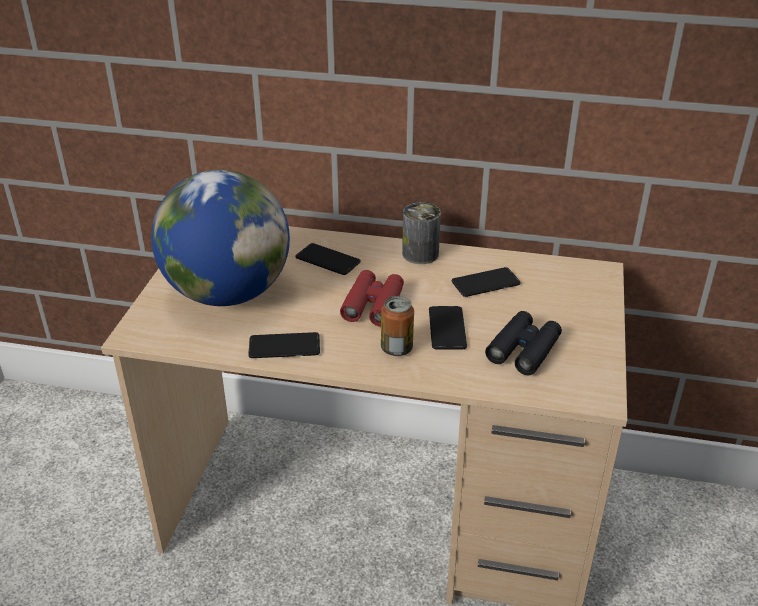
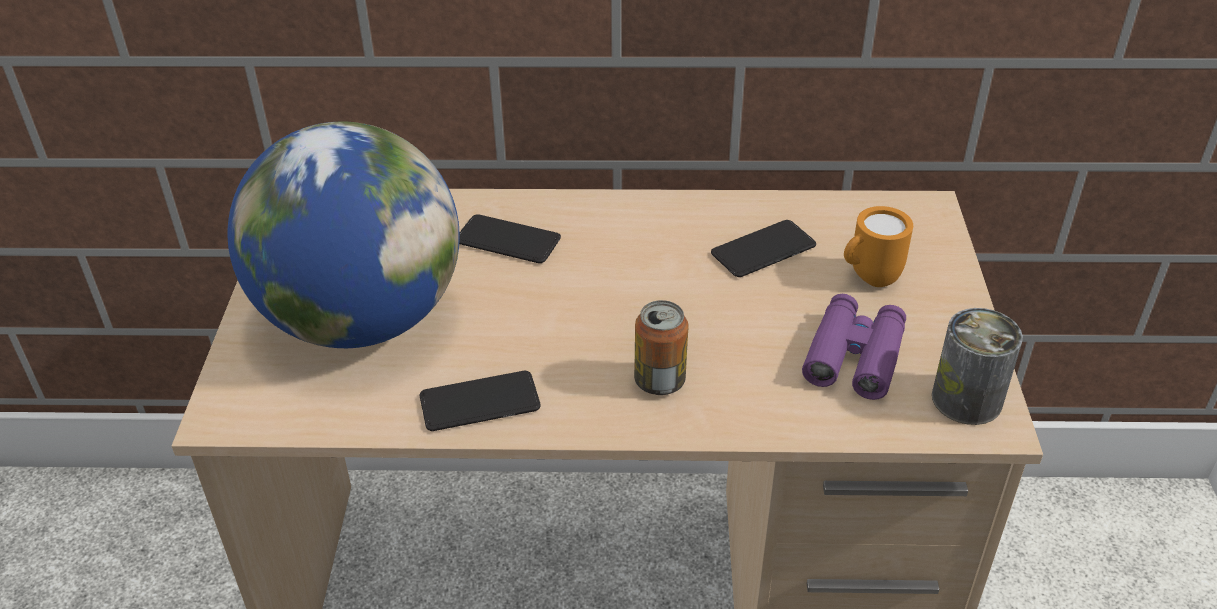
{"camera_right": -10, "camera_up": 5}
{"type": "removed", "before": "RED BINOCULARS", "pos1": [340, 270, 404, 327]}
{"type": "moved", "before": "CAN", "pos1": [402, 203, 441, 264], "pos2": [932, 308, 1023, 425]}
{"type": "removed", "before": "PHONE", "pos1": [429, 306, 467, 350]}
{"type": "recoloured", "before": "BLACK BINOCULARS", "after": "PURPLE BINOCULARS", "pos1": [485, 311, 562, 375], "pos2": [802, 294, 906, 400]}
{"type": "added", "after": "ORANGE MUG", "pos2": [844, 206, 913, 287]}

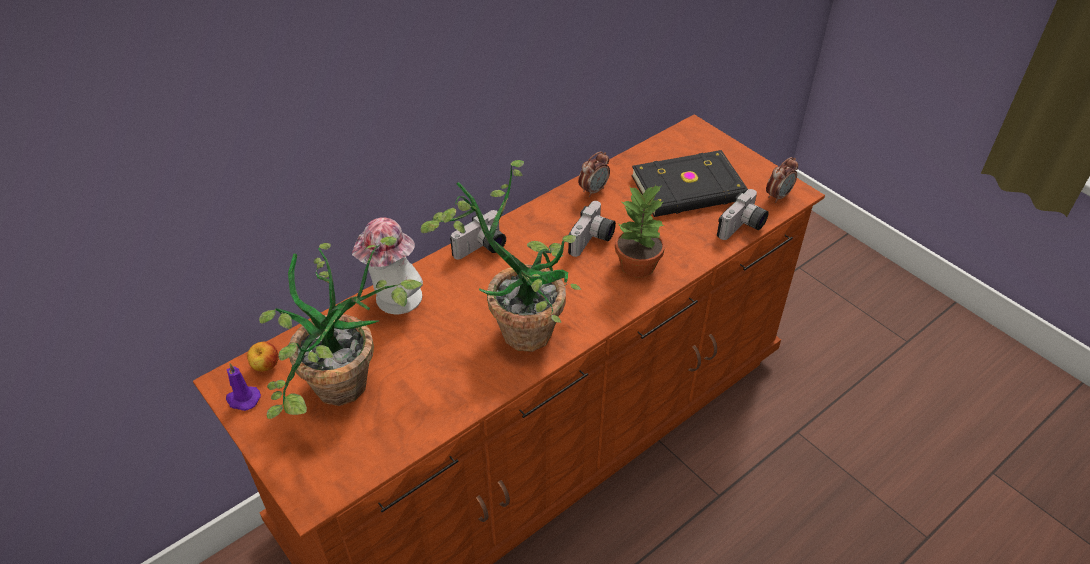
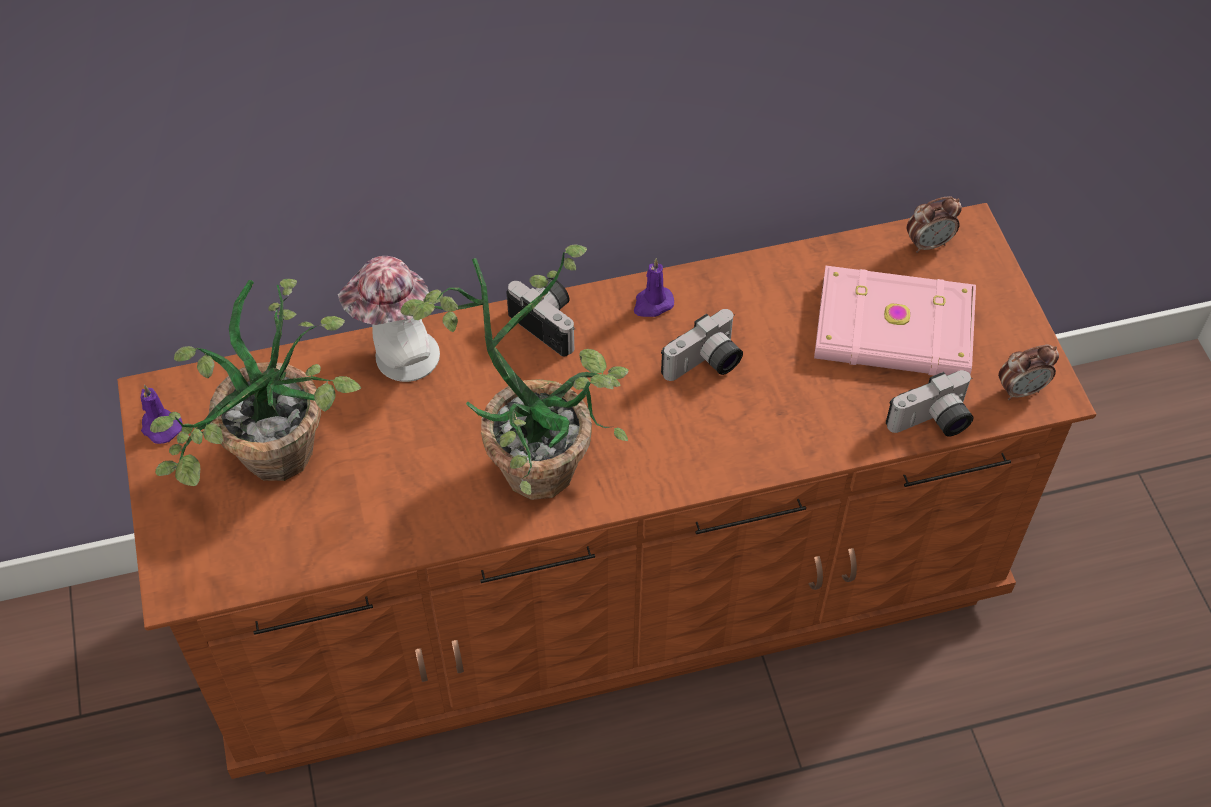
{"camera_right": 25, "camera_up": 10}
{"type": "removed", "before": "APPLE", "pos1": [247, 342, 279, 371]}
{"type": "turned", "before": "PHOTO CAMERA", "pos1": [450, 210, 506, 260], "pos2": [507, 278, 575, 356], "turn": -120}
{"type": "moved", "before": "ALARM CLOCK", "pos1": [578, 151, 610, 197], "pos2": [906, 196, 962, 253]}
{"type": "removed", "before": "POTTED PLANT", "pos1": [615, 185, 665, 278]}
{"type": "recoloured", "before": "BLACK BOOK", "after": "PINK BOOK", "pos1": [631, 150, 748, 217], "pos2": [814, 266, 976, 376]}
{"type": "added", "after": "PURPLE CANDLE", "pos2": [634, 258, 674, 317]}

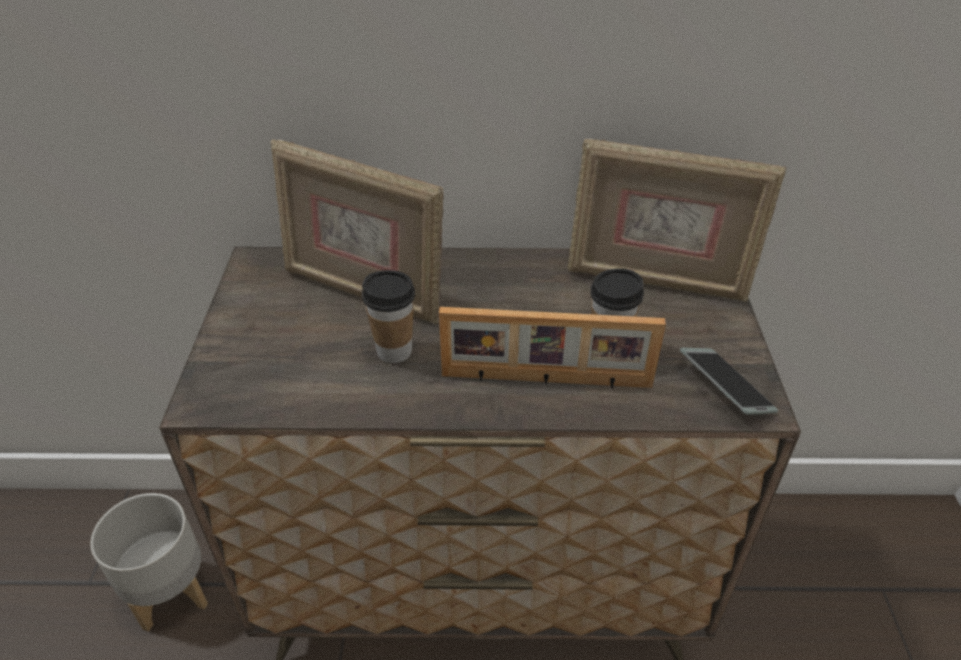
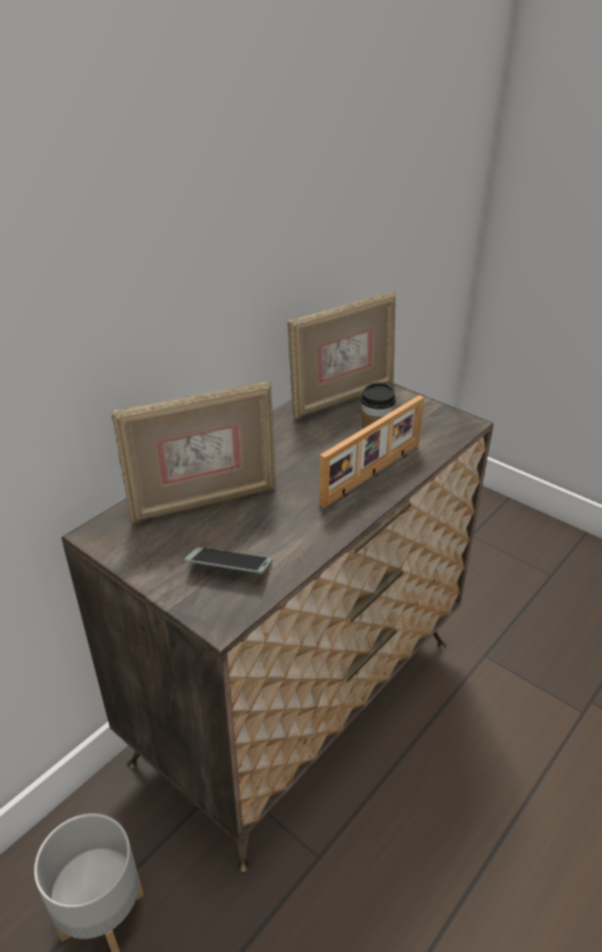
{"camera_right": -50, "camera_up": -5}
{"type": "removed", "before": "CUP", "pos1": [362, 270, 415, 363]}
{"type": "moved", "before": "PHONE", "pos1": [680, 348, 778, 415], "pos2": [184, 547, 272, 574]}

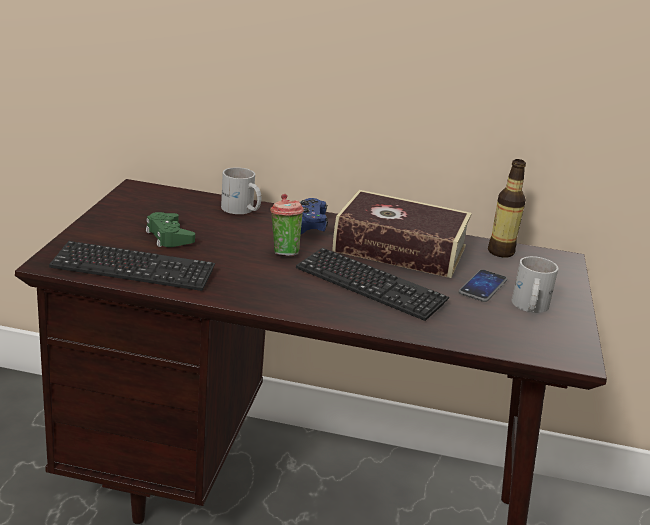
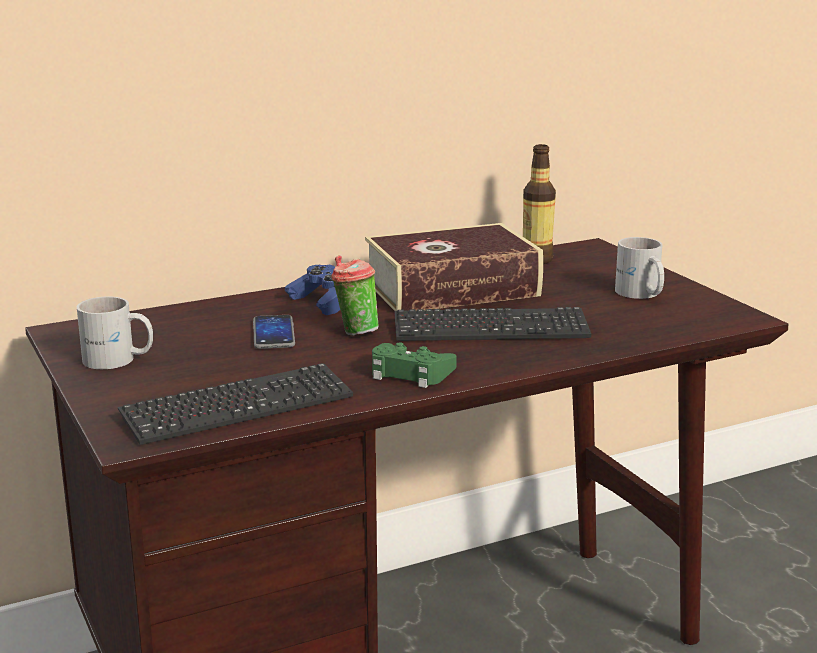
{"camera_right": -35, "camera_up": -5}
{"type": "moved", "before": "GREEN GAME CONTROLLER", "pos1": [146, 212, 195, 247], "pos2": [372, 342, 457, 388]}
{"type": "moved", "before": "WHITE MUG", "pos1": [221, 167, 262, 214], "pos2": [77, 296, 153, 369]}
{"type": "moved", "before": "PHONE", "pos1": [459, 269, 507, 302], "pos2": [253, 315, 295, 349]}

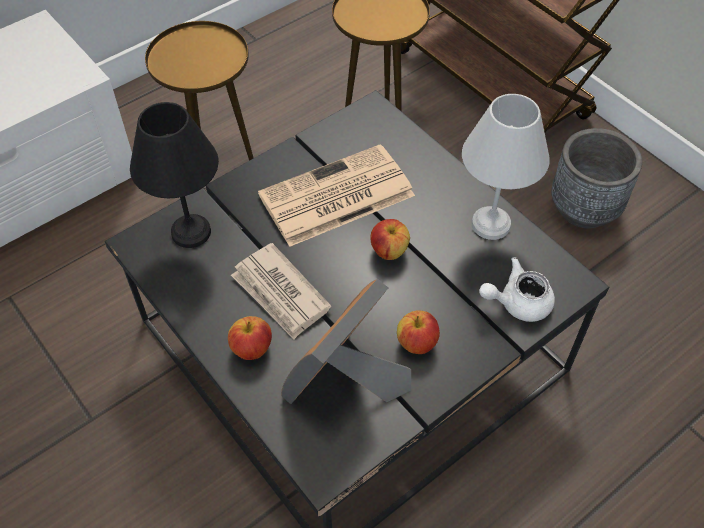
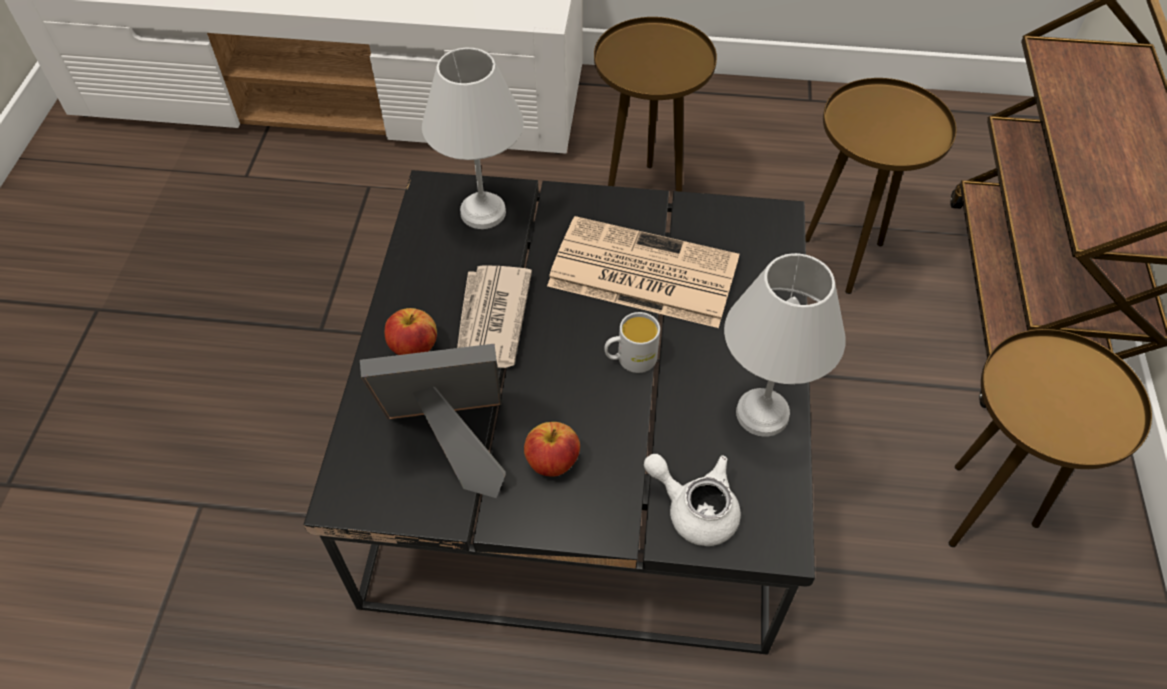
{"camera_right": 45, "camera_up": 0}
{"type": "recoloured", "before": "BLACK TABLE LAMP", "after": "WHITE TABLE LAMP", "pos1": [130, 102, 219, 248], "pos2": [422, 48, 524, 229]}
{"type": "replaced", "before": "APPLE", "after": "WHITE MUG", "pos1": [370, 219, 410, 260], "pos2": [604, 312, 660, 373]}
{"type": "replaced", "before": "GREY PLANTER", "after": "BROWN SIDE TABLE", "pos1": [551, 128, 642, 229], "pos2": [949, 329, 1152, 547]}

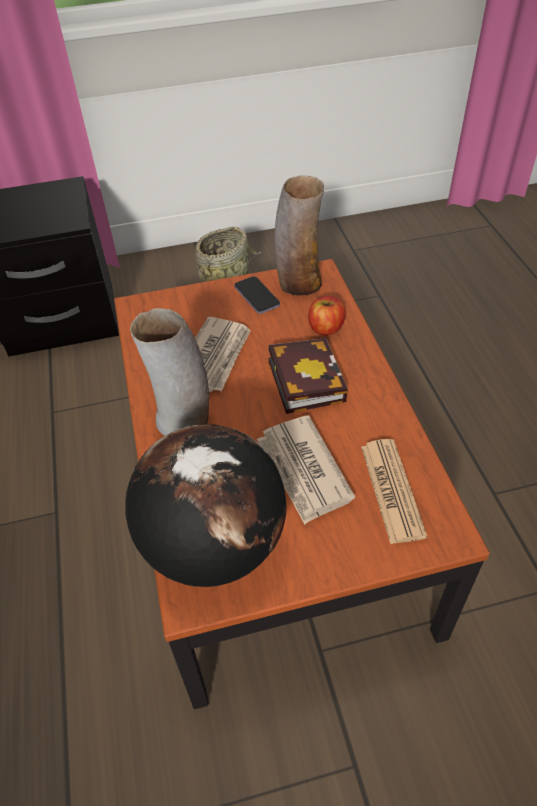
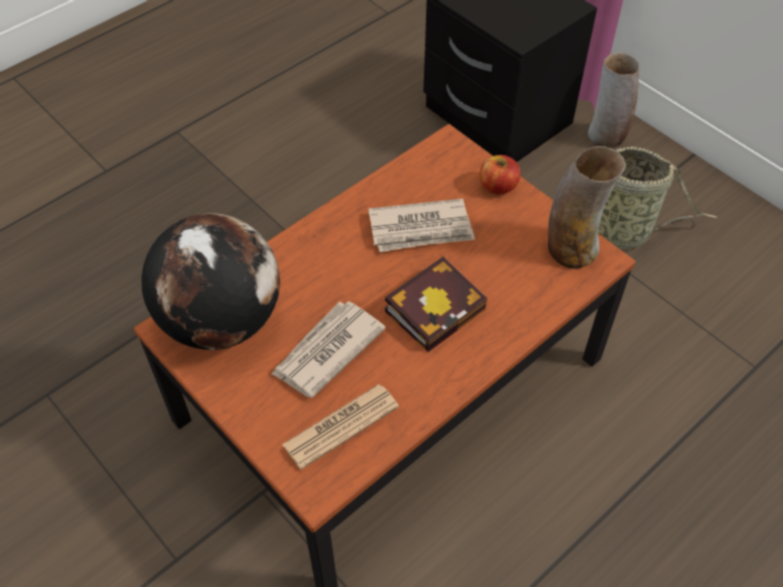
{"camera_right": 60, "camera_up": 5}
{"type": "moved", "before": "VASE", "pos1": [130, 308, 209, 436], "pos2": [588, 53, 639, 148]}
{"type": "removed", "before": "PHONE", "pos1": [234, 276, 280, 314]}
{"type": "moved", "before": "APPLE", "pos1": [308, 296, 346, 336], "pos2": [480, 155, 520, 194]}

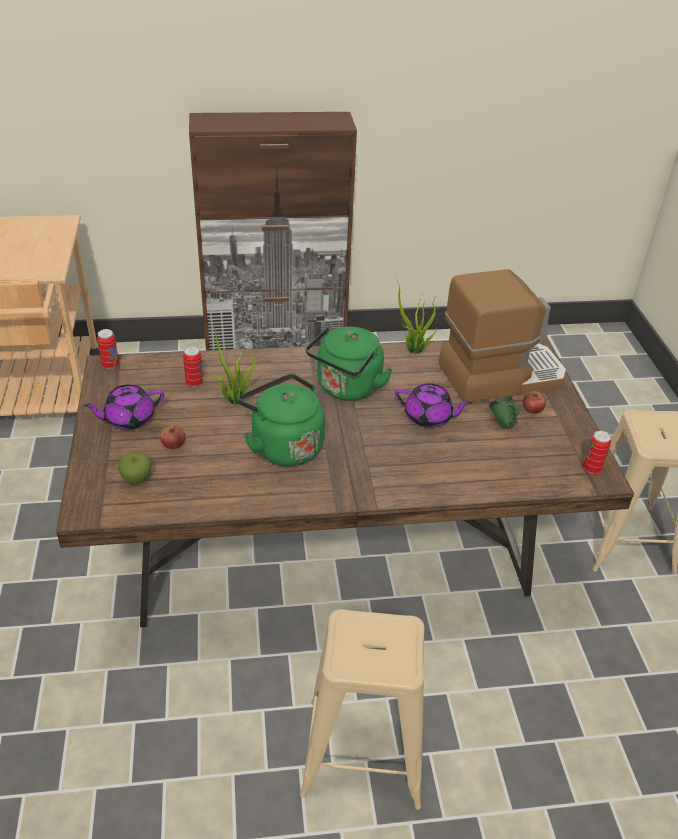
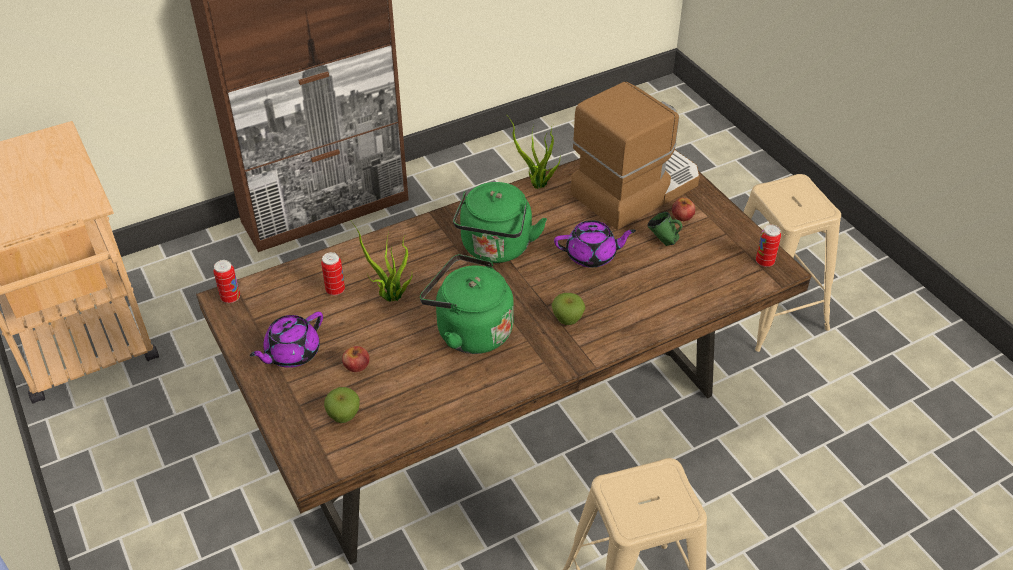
{"camera_right": -20, "camera_up": 5}
{"type": "added", "after": "APPLE", "pos2": [551, 293, 585, 325]}

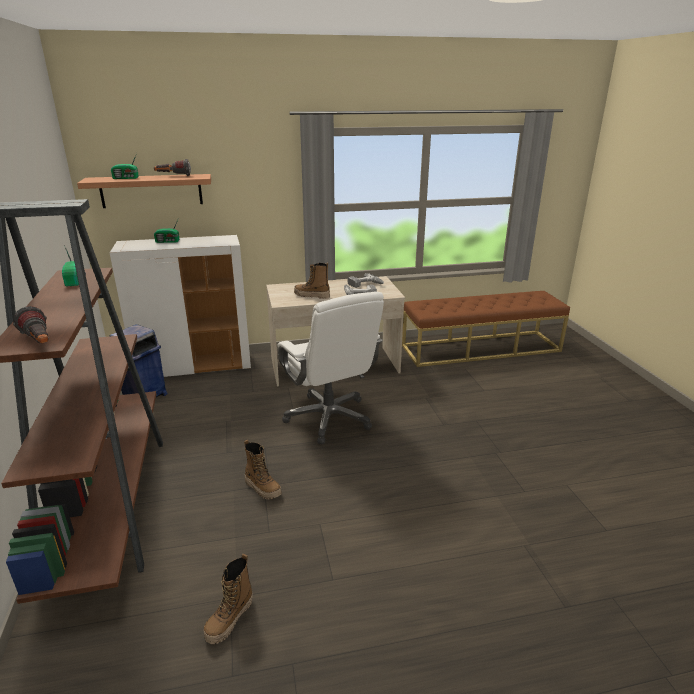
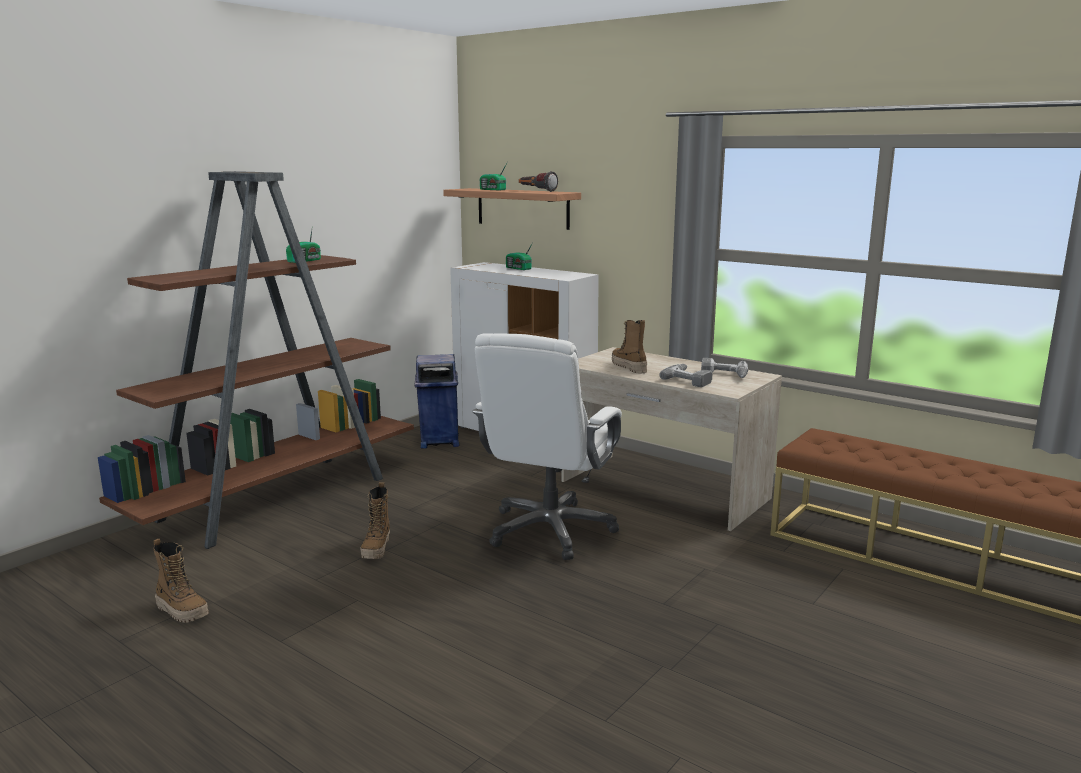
{"camera_right": 50, "camera_up": -10}
{"type": "removed", "before": "FLASHLIGHT", "pos1": [13, 306, 49, 344]}
{"type": "turned", "before": "BOOT", "pos1": [203, 554, 253, 644], "pos2": [153, 539, 209, 623], "turn": -135}

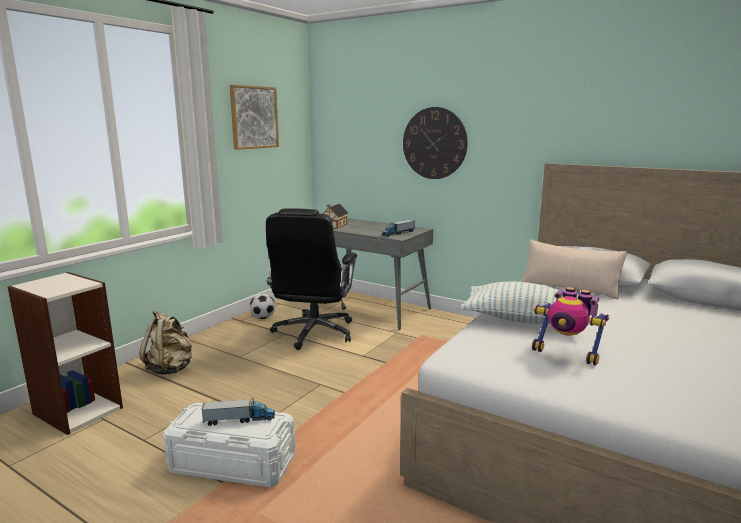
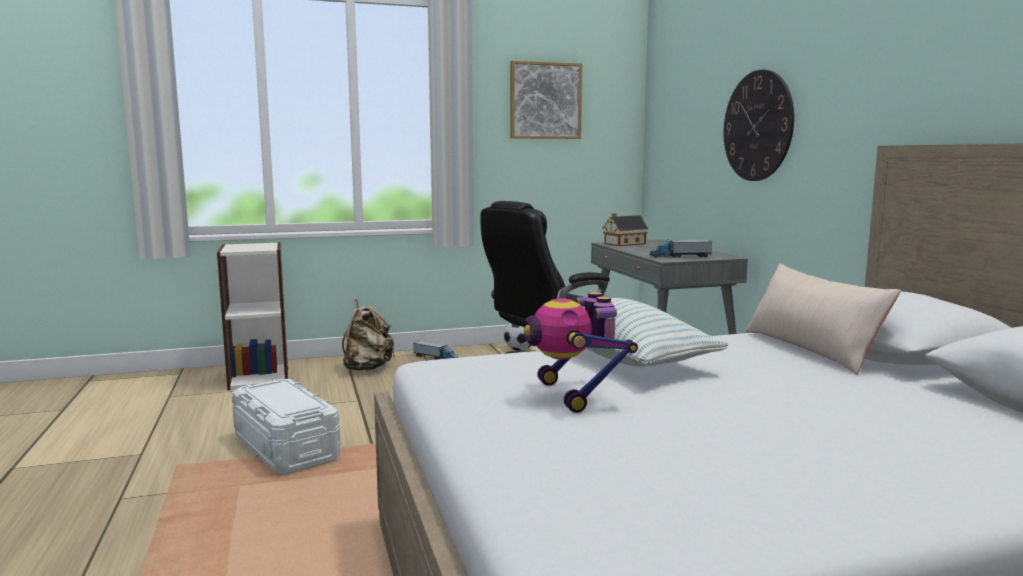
{"camera_right": 40, "camera_up": -5}
{"type": "moved", "before": "TOY TRUCK", "pos1": [201, 398, 275, 426], "pos2": [413, 341, 459, 360]}

